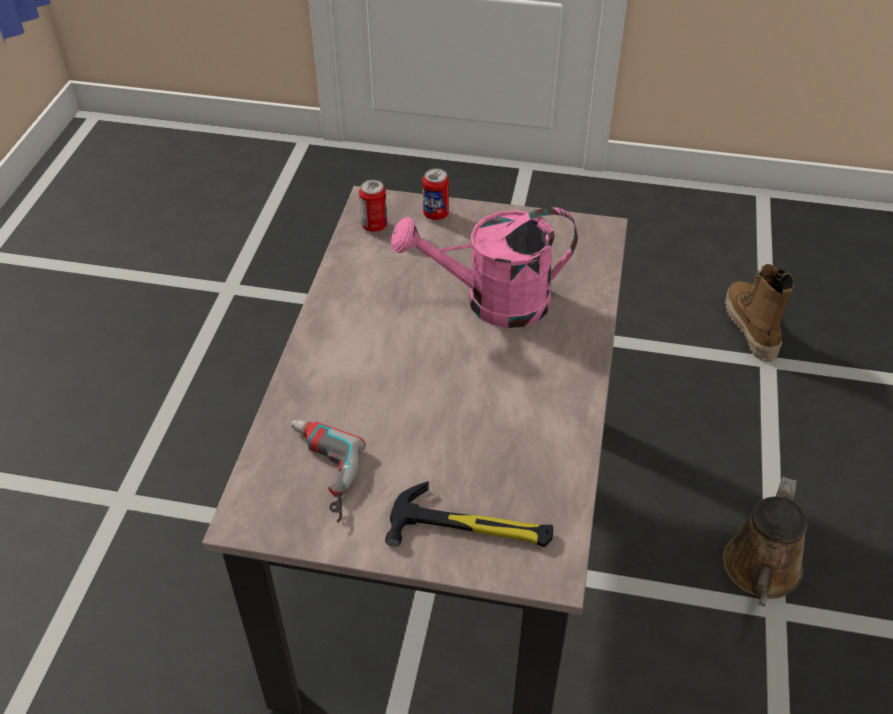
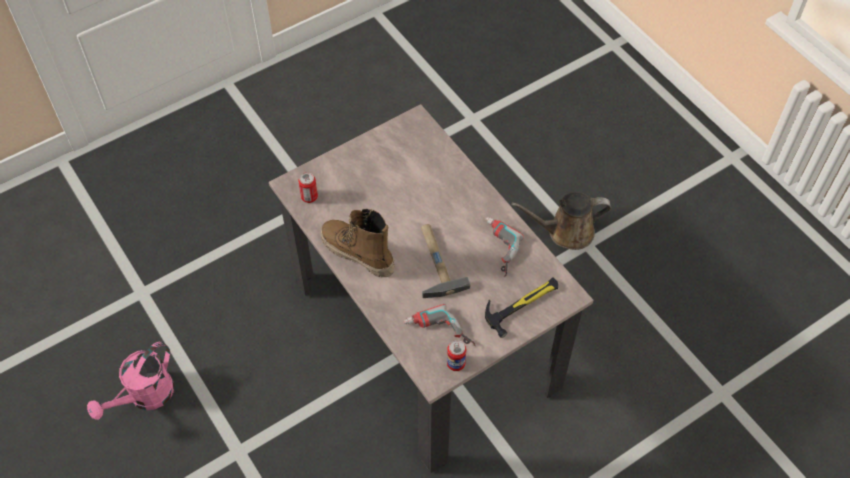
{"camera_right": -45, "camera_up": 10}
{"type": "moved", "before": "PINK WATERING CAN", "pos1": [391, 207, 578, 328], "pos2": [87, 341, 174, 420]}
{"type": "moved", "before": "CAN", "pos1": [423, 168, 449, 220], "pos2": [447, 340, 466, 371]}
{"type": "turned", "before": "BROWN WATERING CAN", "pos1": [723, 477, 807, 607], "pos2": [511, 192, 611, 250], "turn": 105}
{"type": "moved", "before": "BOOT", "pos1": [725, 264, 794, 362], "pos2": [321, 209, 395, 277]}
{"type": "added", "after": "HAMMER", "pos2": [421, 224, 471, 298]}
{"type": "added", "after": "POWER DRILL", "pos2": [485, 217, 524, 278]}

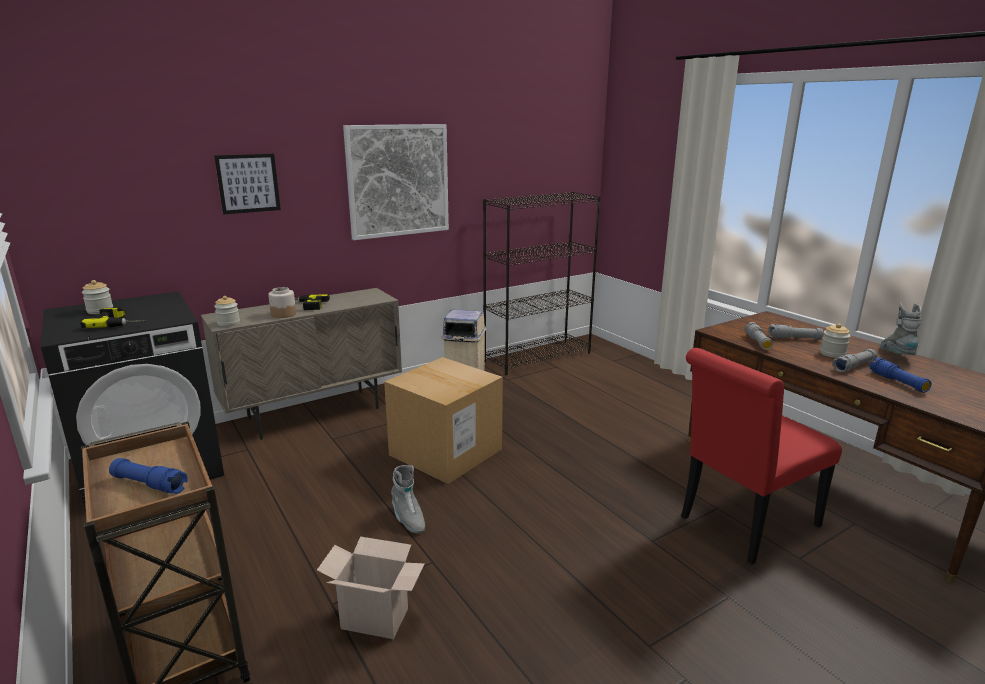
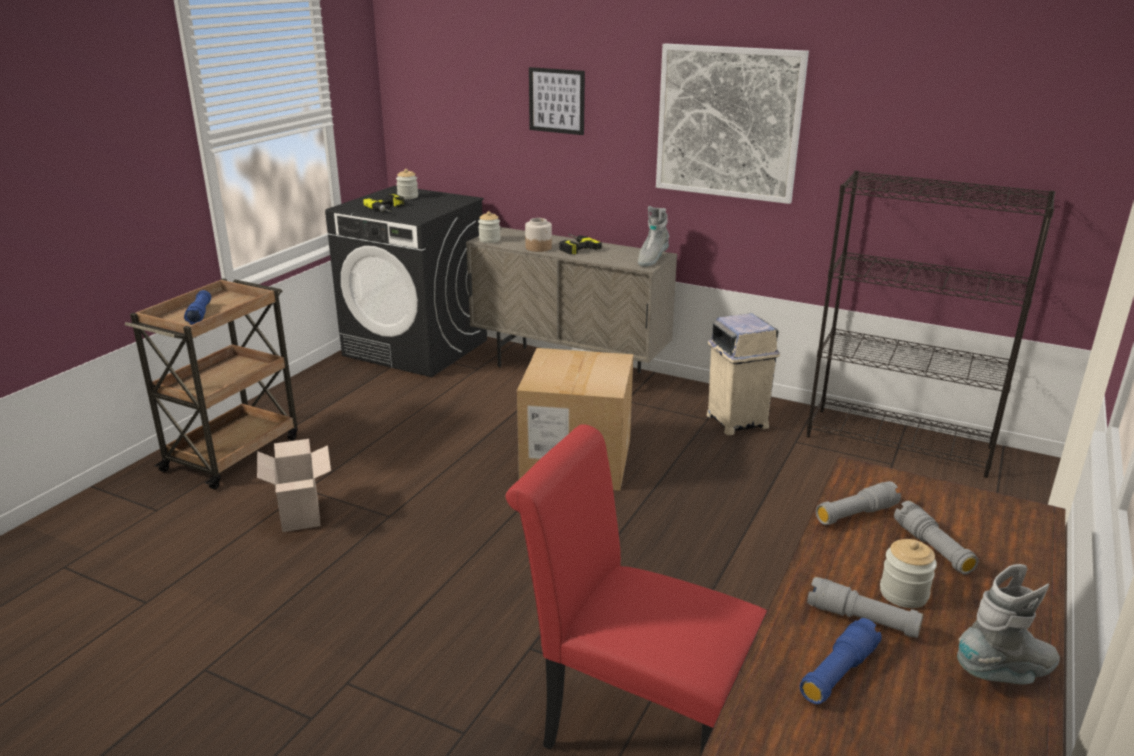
{"camera_right": 60, "camera_up": 5}
{"type": "moved", "before": "GREY BOOT", "pos1": [391, 465, 425, 534], "pos2": [638, 206, 669, 267]}

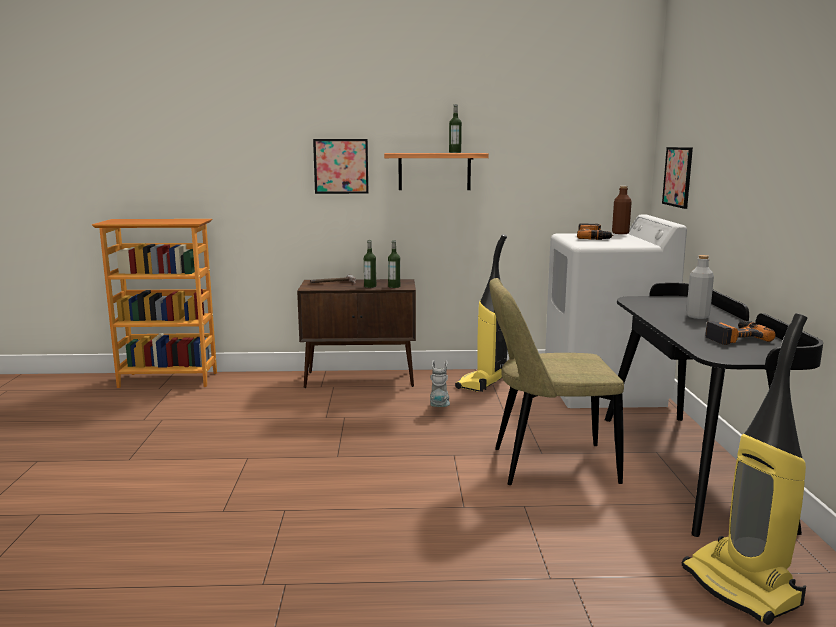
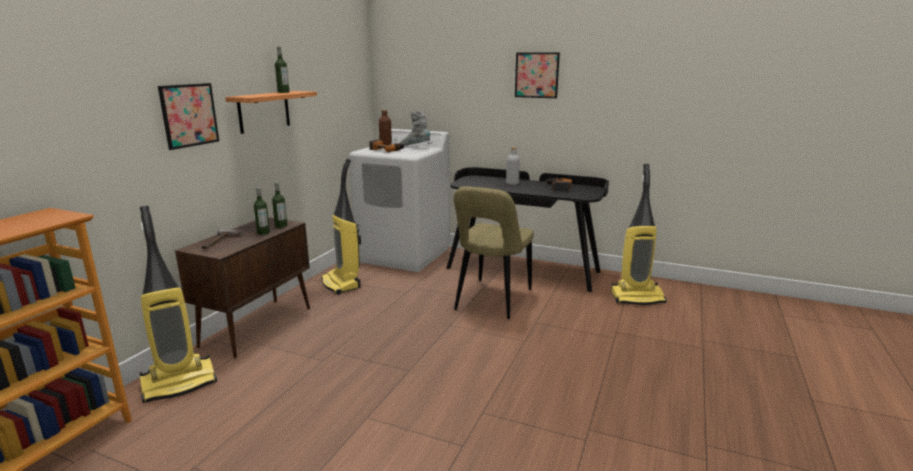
{"camera_right": -65, "camera_up": 5}
{"type": "moved", "before": "GREY BOOT", "pos1": [430, 360, 450, 407], "pos2": [400, 111, 430, 146]}
{"type": "moved", "before": "PICTURE", "pos1": [662, 147, 693, 209], "pos2": [515, 52, 560, 98]}
{"type": "added", "after": "VACUUM CLEANER", "pos2": [139, 206, 217, 403]}

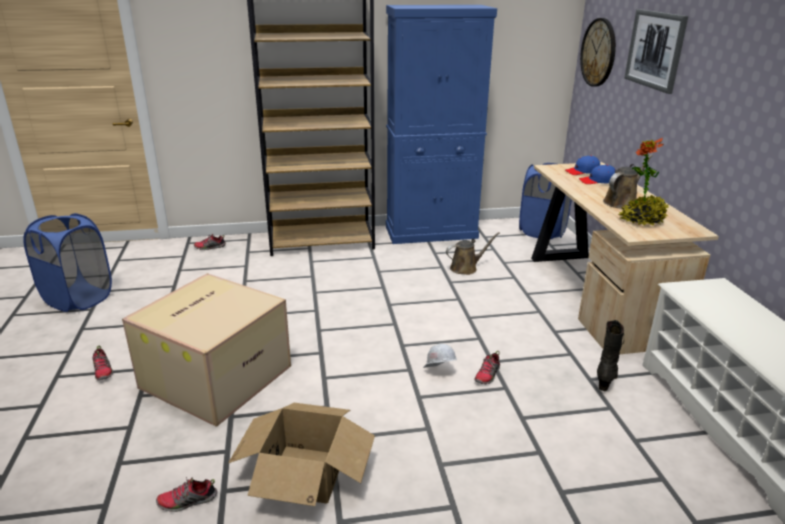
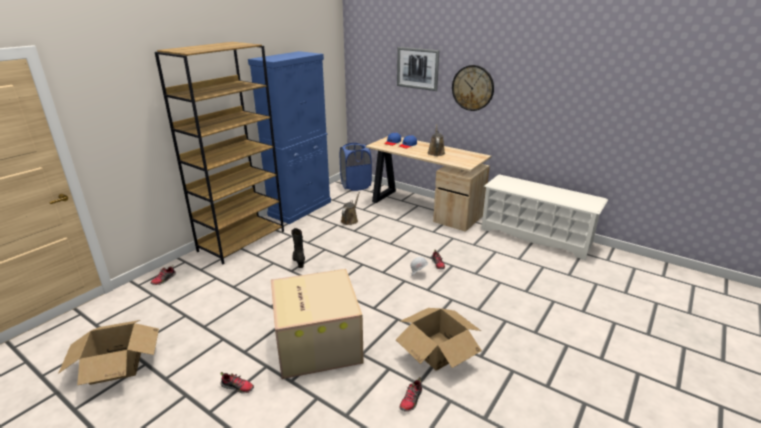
{"camera_right": -45, "camera_up": 0}
{"type": "replaced", "before": "BLUE LAUNDRY BASKET", "after": "CARDBOARD BOX", "pos1": [23, 213, 112, 312], "pos2": [58, 320, 159, 385]}
{"type": "moved", "before": "WALL CLOCK", "pos1": [580, 18, 616, 87], "pos2": [452, 65, 494, 111]}
{"type": "moved", "before": "BLACK BOOT", "pos1": [597, 320, 624, 391], "pos2": [291, 228, 305, 268]}
{"type": "removed", "before": "POTTED PLANT", "pos1": [618, 138, 669, 225]}

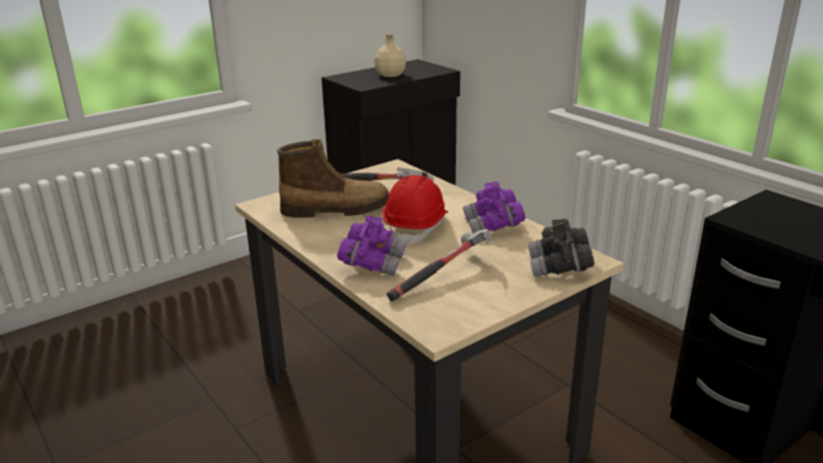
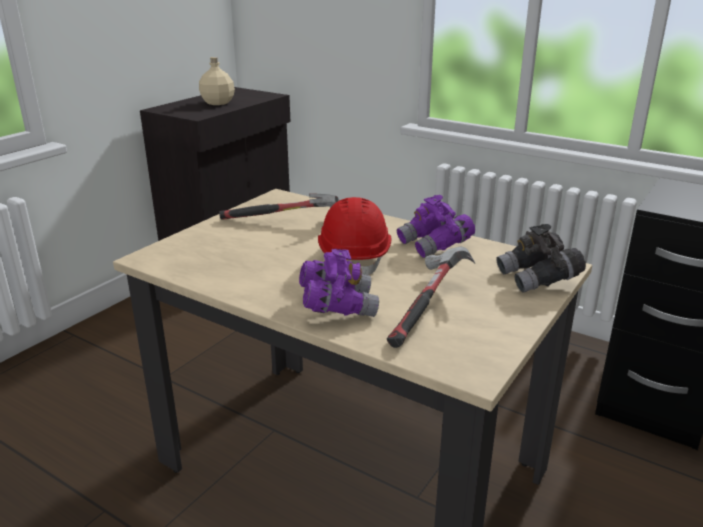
{"camera_right": -20, "camera_up": 0}
{"type": "removed", "before": "BOOT", "pos1": [277, 139, 389, 218]}

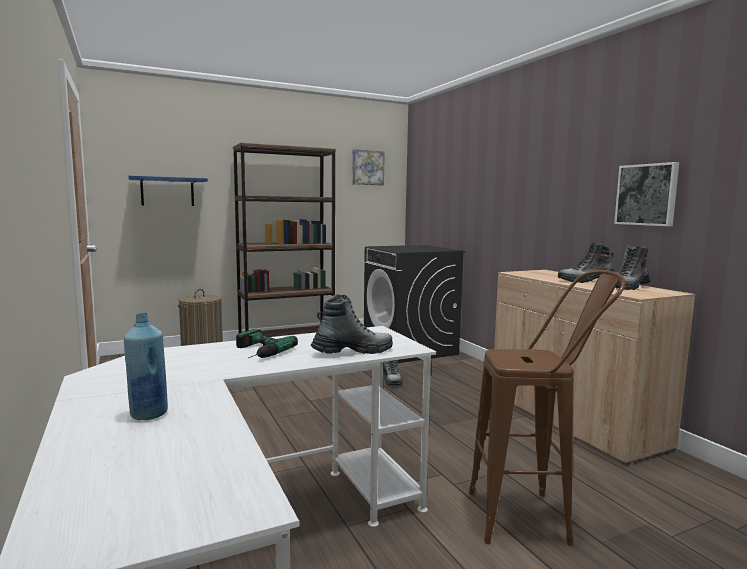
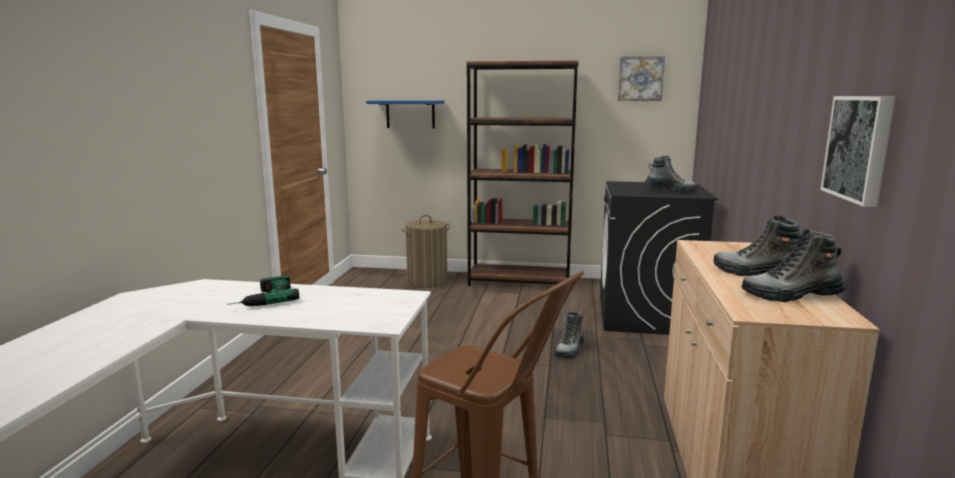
{"camera_right": 35, "camera_up": 5}
{"type": "removed", "before": "BLUE BOTTLE", "pos1": [124, 312, 168, 420]}
{"type": "moved", "before": "BOOT", "pos1": [311, 294, 393, 354], "pos2": [644, 156, 697, 192]}

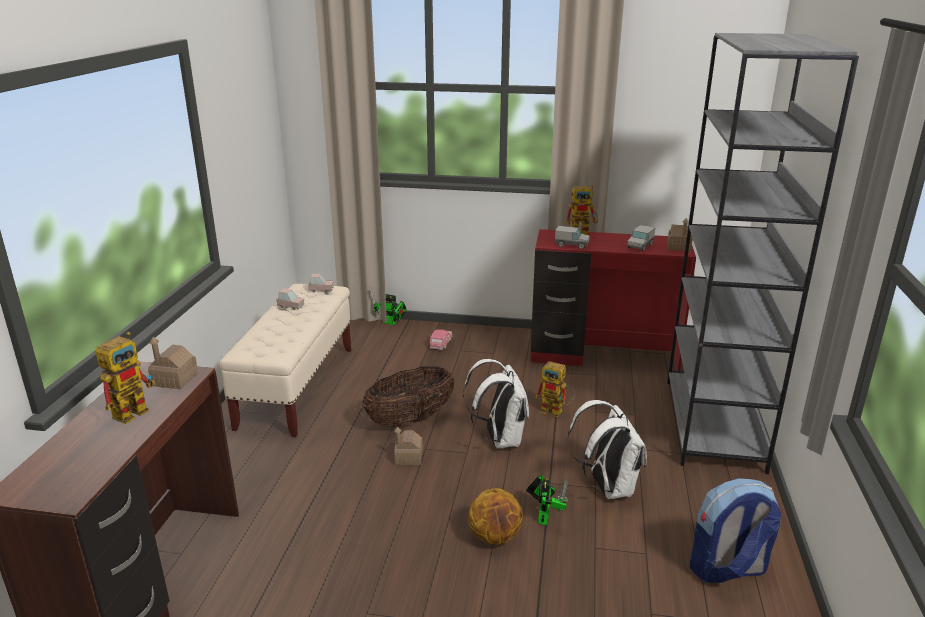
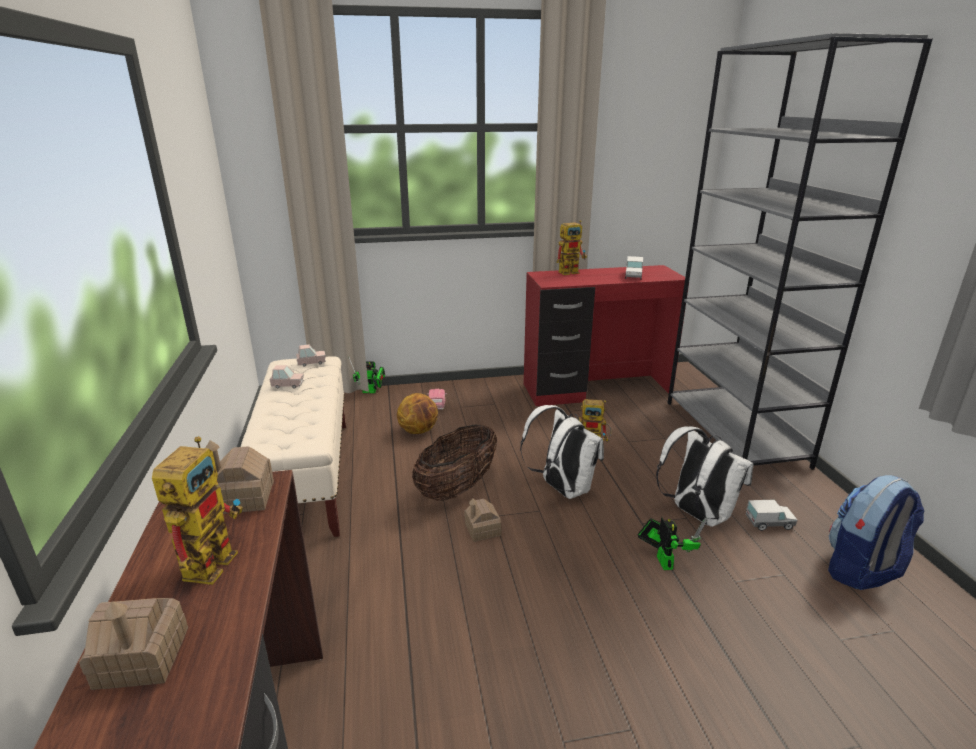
{"camera_right": -20, "camera_up": 0}
{"type": "moved", "before": "BASKETBALL", "pos1": [468, 488, 523, 545], "pos2": [397, 393, 438, 434]}
{"type": "moved", "before": "TOY TRUCK", "pos1": [555, 226, 590, 249], "pos2": [746, 500, 797, 531]}
{"type": "moved", "before": "TOY HOUSE", "pos1": [667, 218, 692, 252], "pos2": [79, 598, 188, 690]}

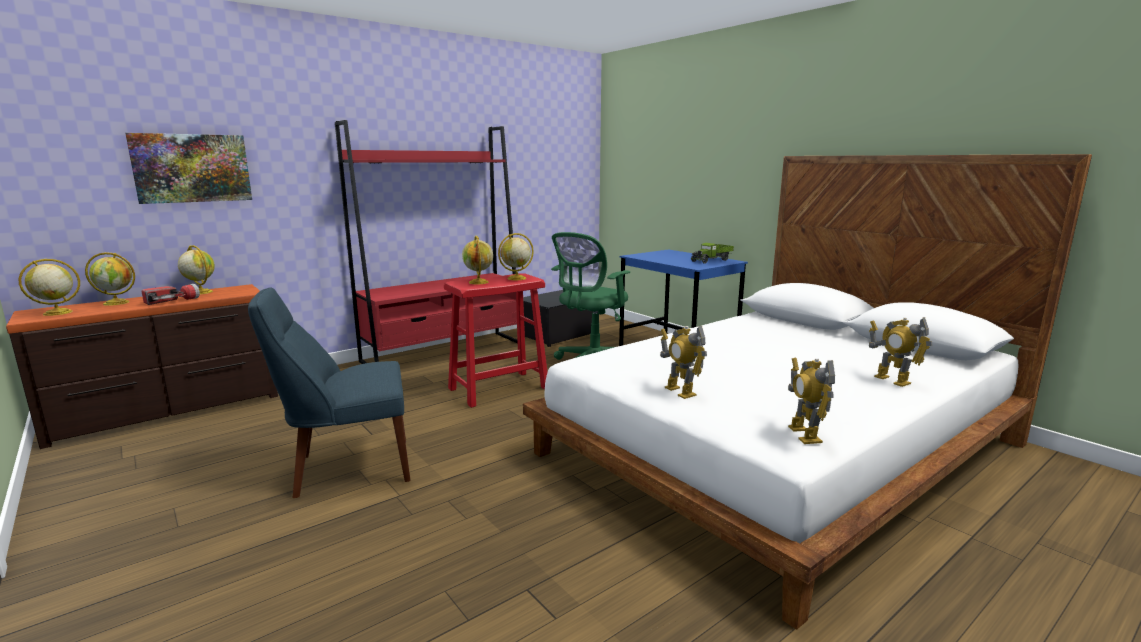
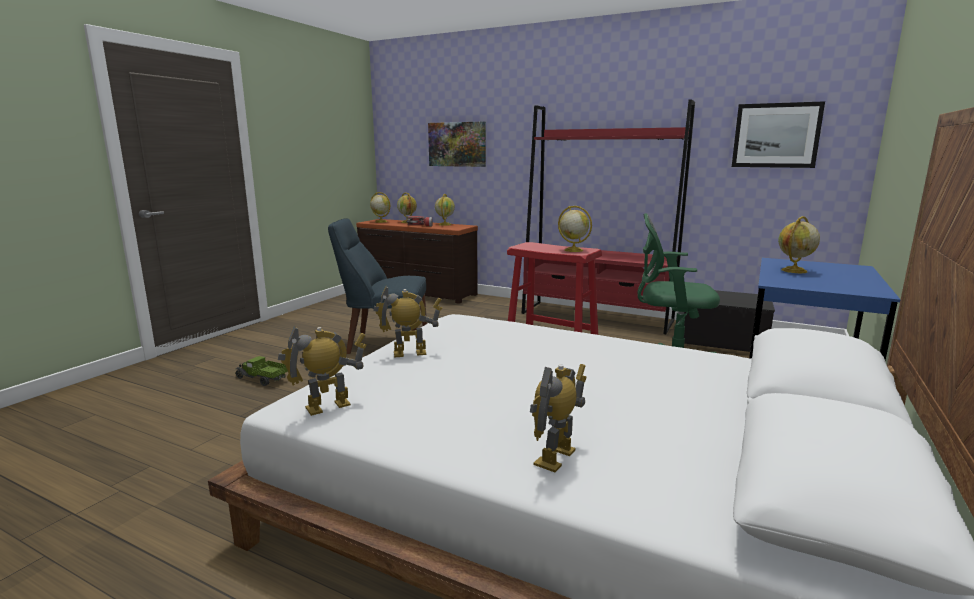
{"camera_right": 65, "camera_up": 0}
{"type": "turned", "before": "BLUE CHAIR", "pos1": [248, 287, 411, 498], "pos2": [328, 218, 427, 354], "turn": -45}
{"type": "moved", "before": "GLOBE", "pos1": [462, 236, 493, 284], "pos2": [778, 216, 820, 273]}
{"type": "turned", "before": "TOY ROBOT", "pos1": [660, 326, 707, 399], "pos2": [373, 287, 442, 358], "turn": 45}
{"type": "moved", "before": "TOY TRUCK", "pos1": [691, 243, 734, 264], "pos2": [235, 356, 288, 386]}
{"type": "added", "after": "PICTURE", "pos2": [732, 101, 825, 168]}

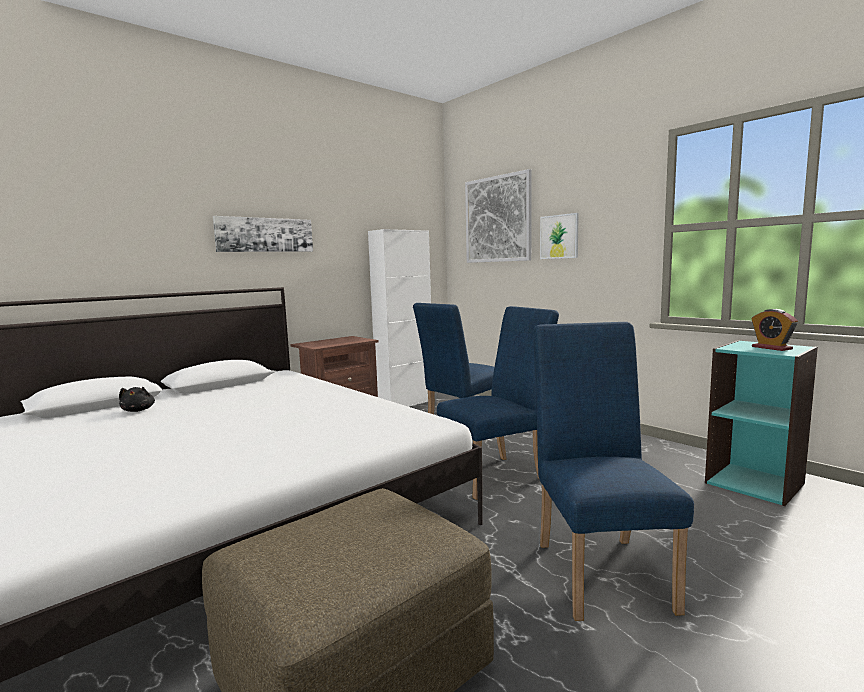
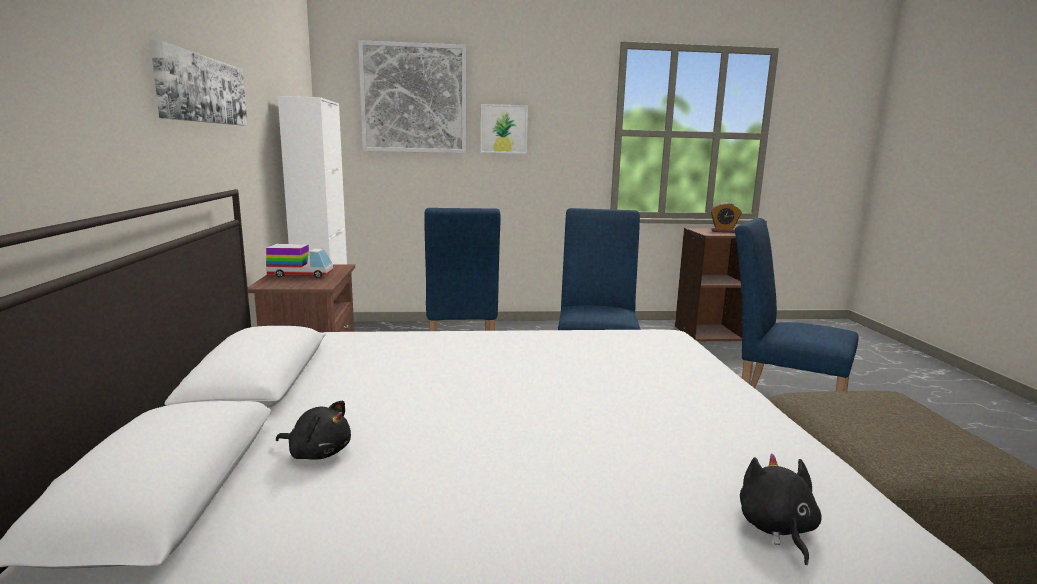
{"camera_right": -55, "camera_up": 5}
{"type": "recoloured", "before": "TURQUOISE BOOKCASE", "after": "BROWN BOOKCASE", "pos1": [705, 340, 818, 506], "pos2": [675, 228, 743, 341]}
{"type": "added", "after": "TOY TRUCK", "pos2": [266, 244, 333, 278]}
{"type": "added", "after": "BLACK PLUSH TOY", "pos2": [740, 454, 822, 565]}

